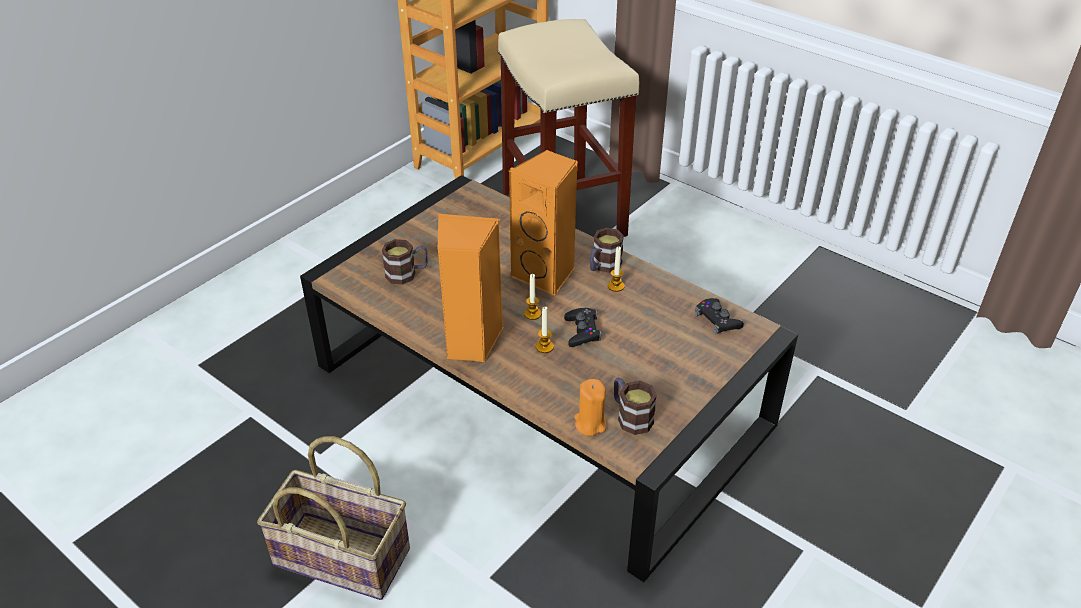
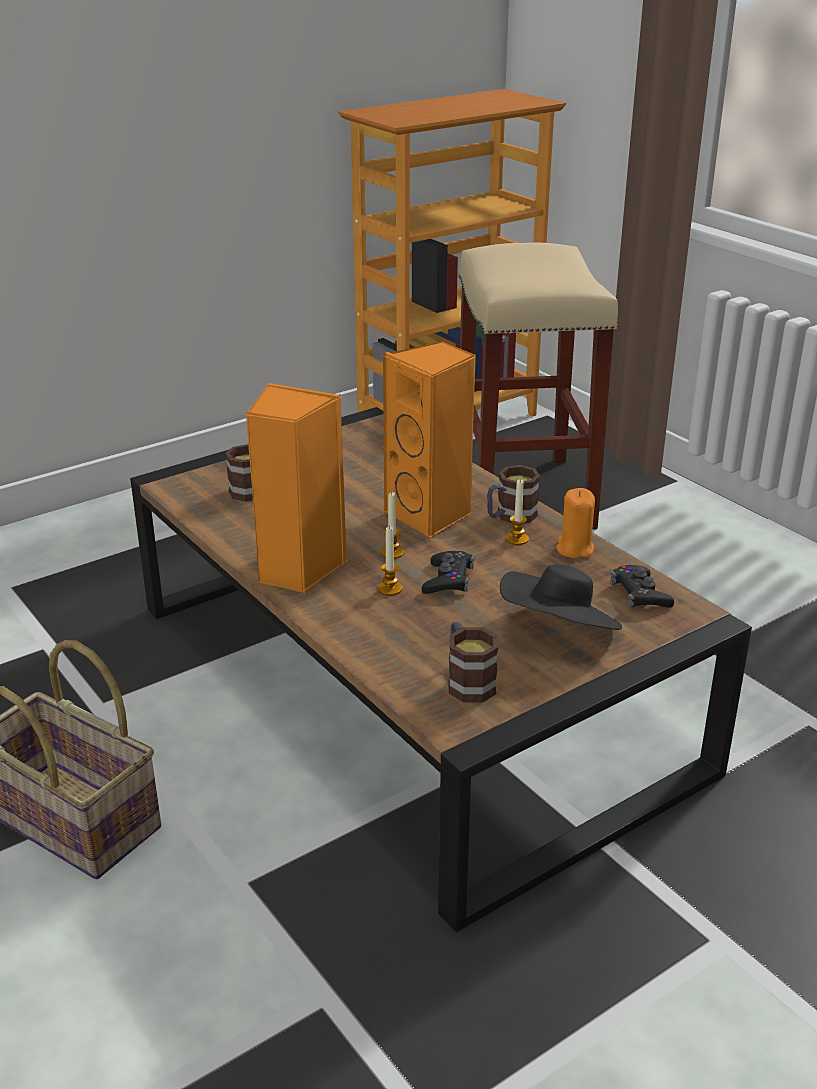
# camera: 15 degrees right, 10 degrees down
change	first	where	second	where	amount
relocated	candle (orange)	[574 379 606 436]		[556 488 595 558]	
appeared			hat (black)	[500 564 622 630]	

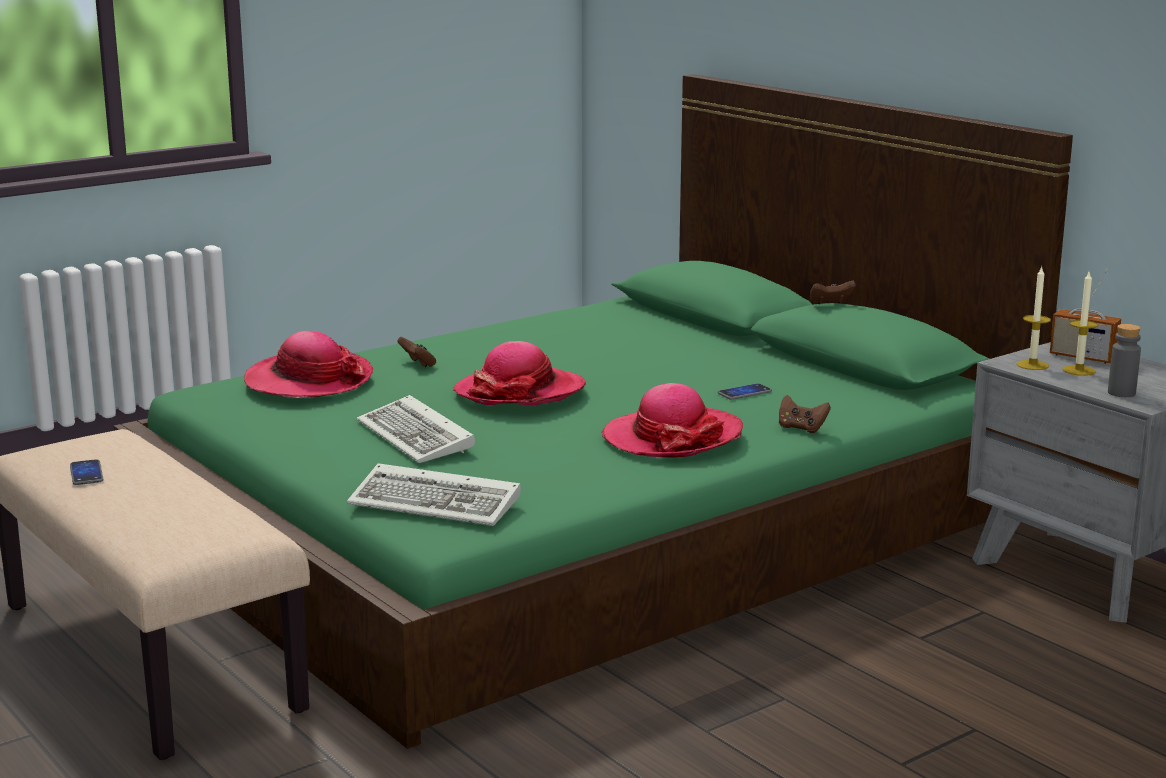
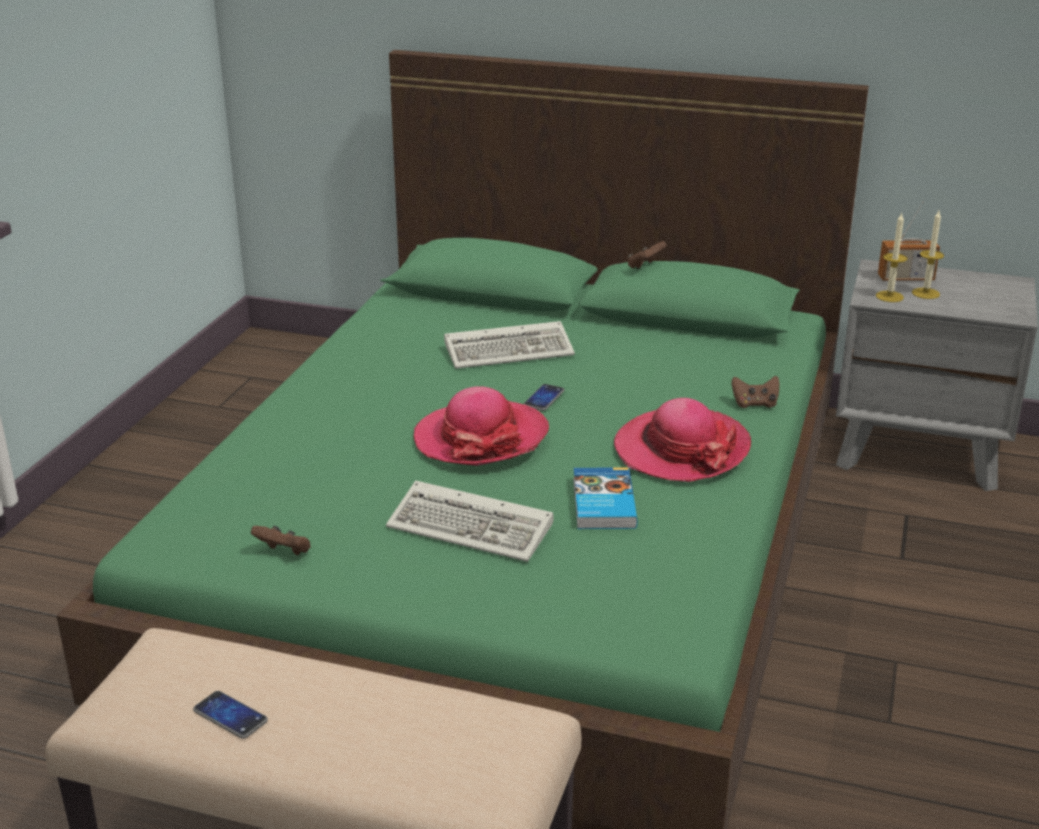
# camera: 35 degrees left, 10 degrees up
change	first	where	second	where	amount
missing	hat	[244 331 373 398]			
relocated	keyboard	[347 463 521 526]		[444 321 575 369]	
relocated	game controller (brown)	[397 337 436 367]		[251 526 311 555]	
relocated	phone	[718 383 772 400]		[524 384 565 411]	
missing	bottle (grey)	[1108 324 1141 397]			
appeared			book	[573 467 638 529]	

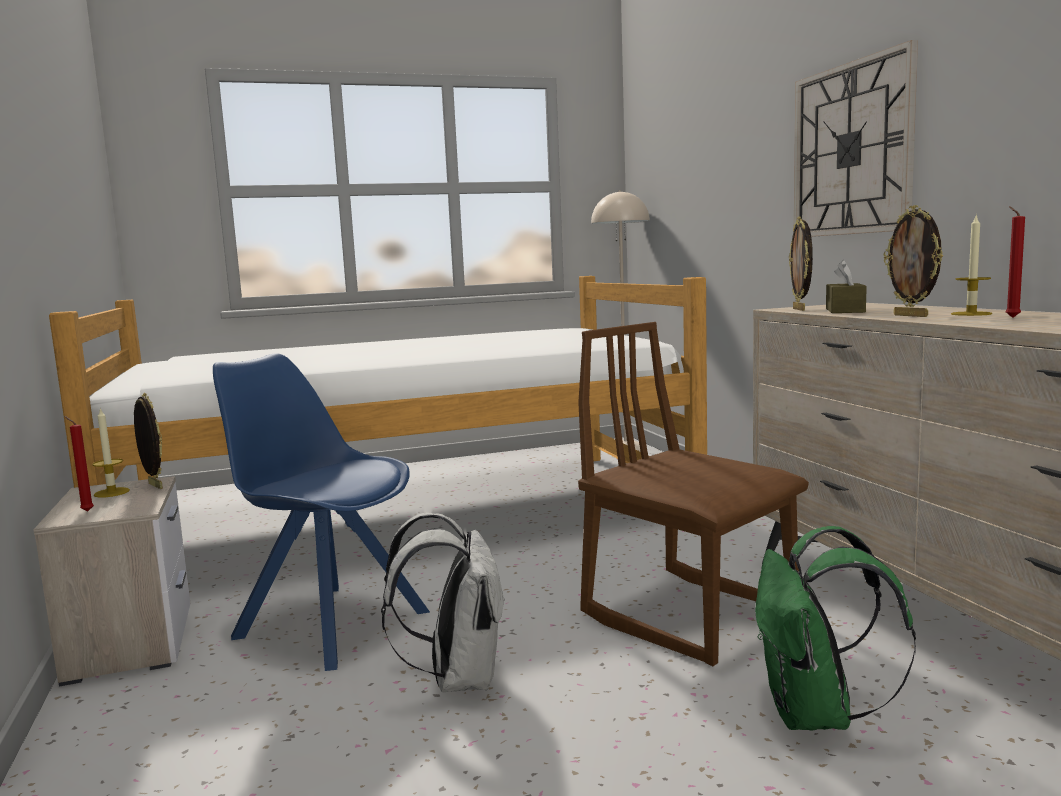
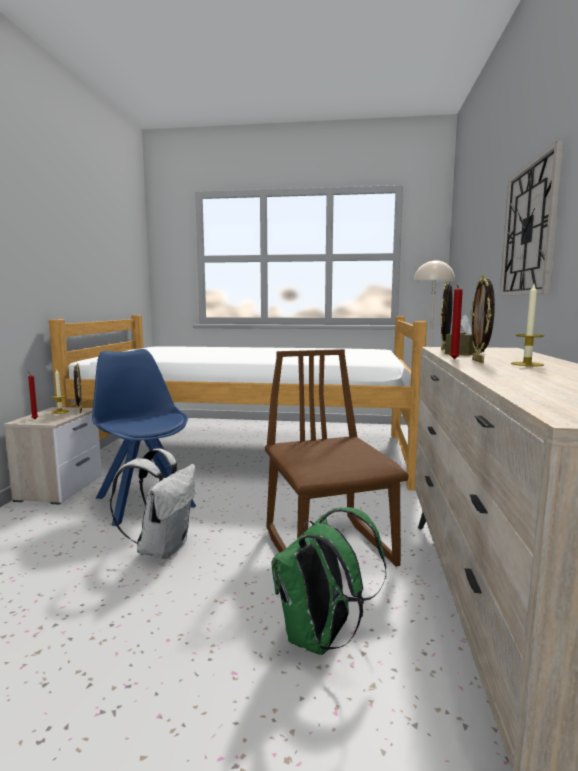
# camera: 25 degrees right, 0 degrees up
change	first	where	second	where	amount
relocated	candle (red)	[1006 206 1025 318]		[450 282 463 359]	

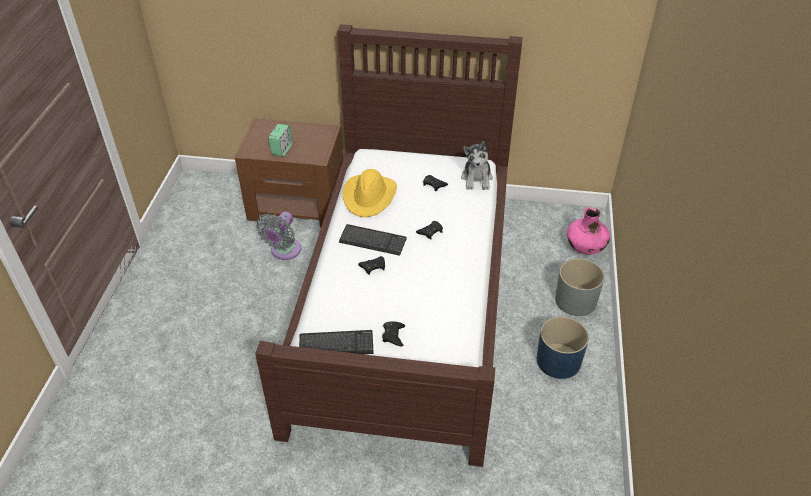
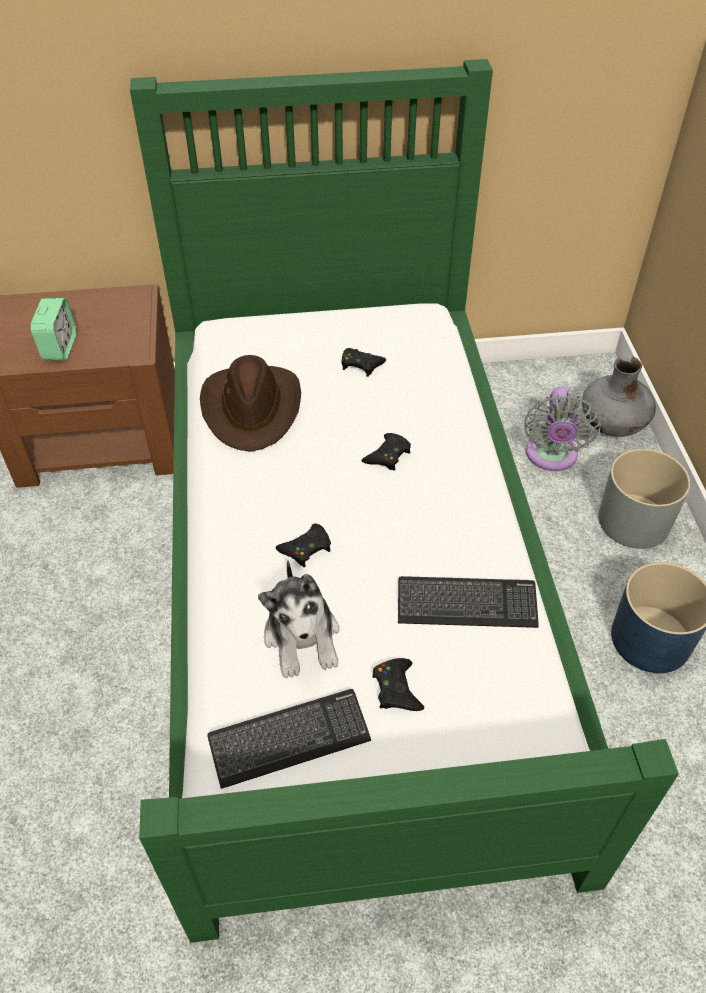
# camera: 15 degrees left, 5 degrees up
change	first	where	second	where	amount
colour	bed (brown)	[255 24 523 467]	bed (green)	[130 59 679 943]	
relocated	fan (grey)	[256 212 301 260]		[524 387 601 471]	
relocated	keyboard	[339 224 407 256]		[398 576 539 628]	
colour	hat (yellow)	[342 169 397 217]	hat (brown)	[200 355 301 452]	
relocated	plush toy	[461 141 493 190]		[258 560 339 679]	
colour	vase (pink)	[567 207 610 255]	vase (grey)	[582 356 656 437]	

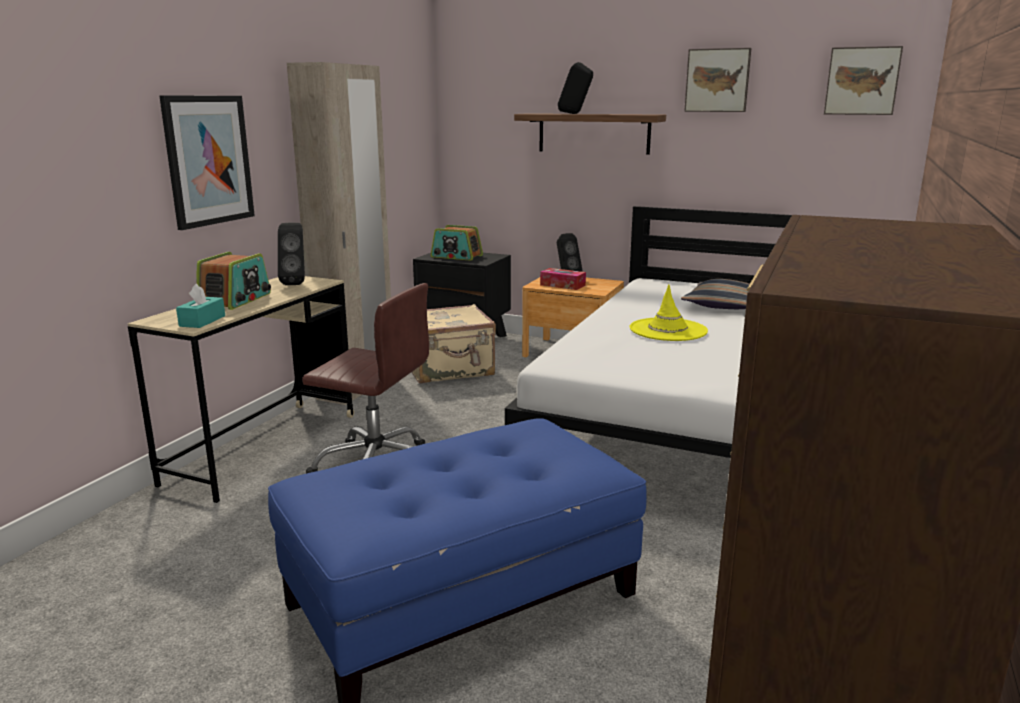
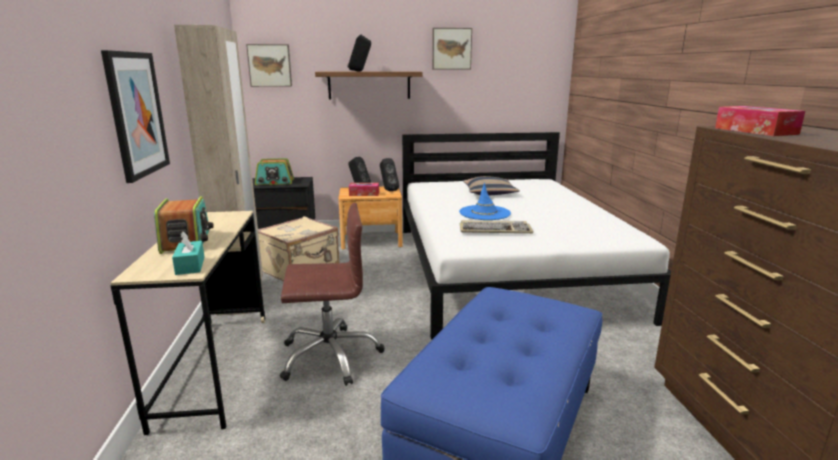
# camera: 30 degrees left, 0 degrees up
change	first	where	second	where	amount
relocated	speaker (black)	[278 222 305 285]		[380 158 399 191]	
colour	hat (yellow)	[630 284 708 341]	hat (blue)	[459 183 511 220]	
relocated	picture	[824 46 903 115]		[246 44 292 87]	
appeared			keyboard	[460 220 533 234]	
appeared			tissue box	[715 106 805 136]	

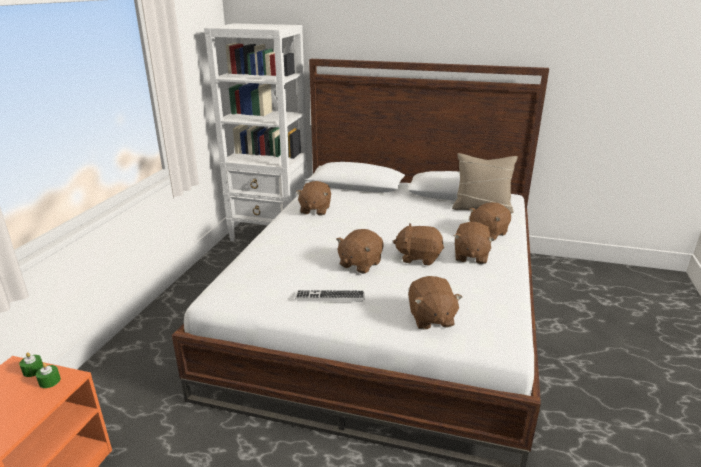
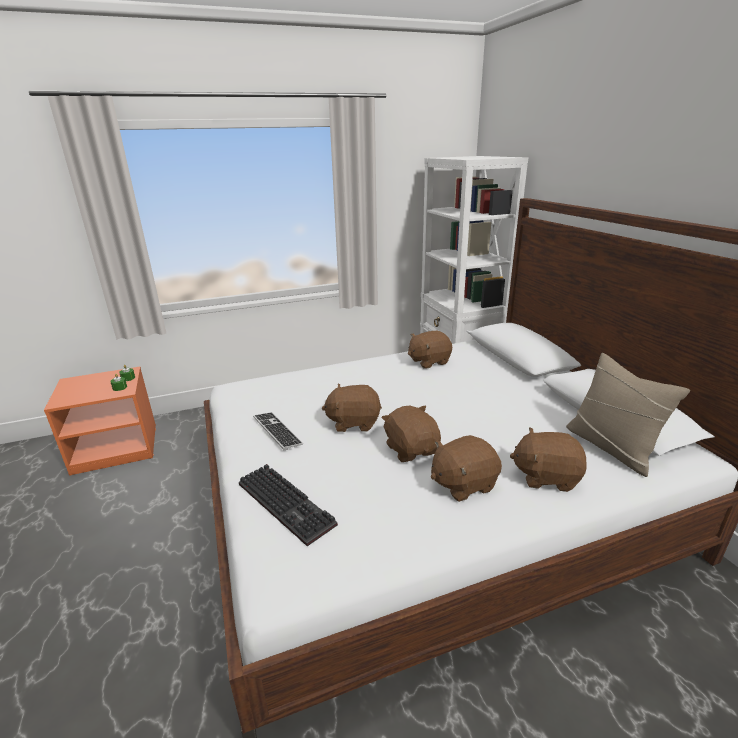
# camera: 55 degrees right, 0 degrees up
change	first	where	second	where	amount
exchanged	plush toy (brown)	[408 276 462 330]	keyboard	[239 464 338 546]	

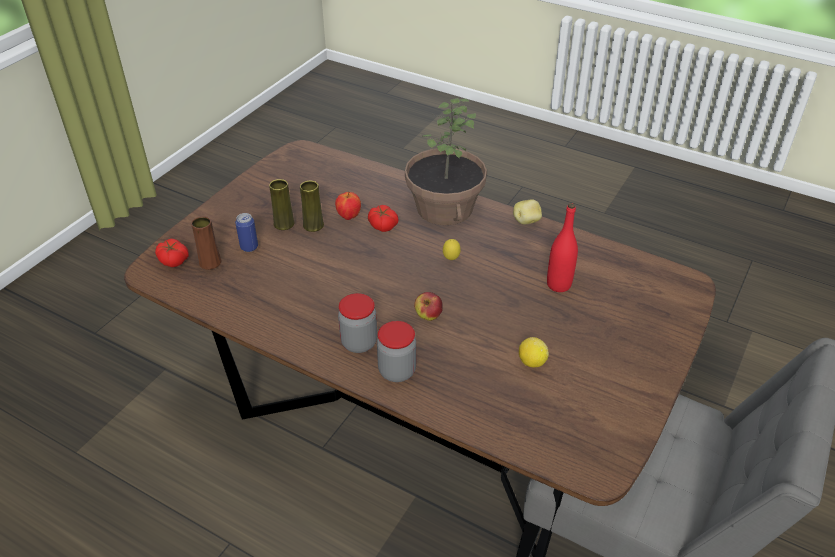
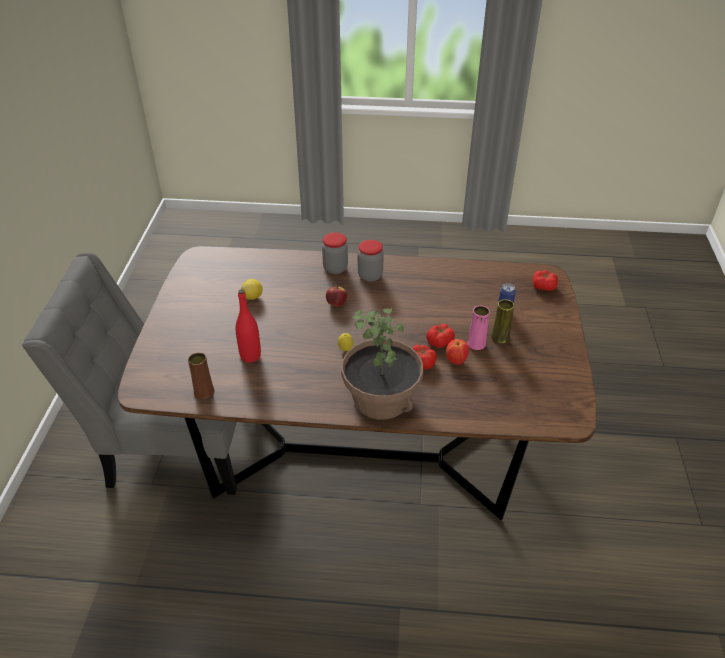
# camera: 155 degrees right, 0 degrees up
change	first	where	second	where	amount
relocated	vase (brown)	[191 216 221 270]		[188 353 214 399]	
colour	vase (yellow)	[300 180 324 232]	vase (pink)	[467 306 490 350]	
missing	potato	[513 199 542 225]			
appeared			tomato	[426 324 455 348]	

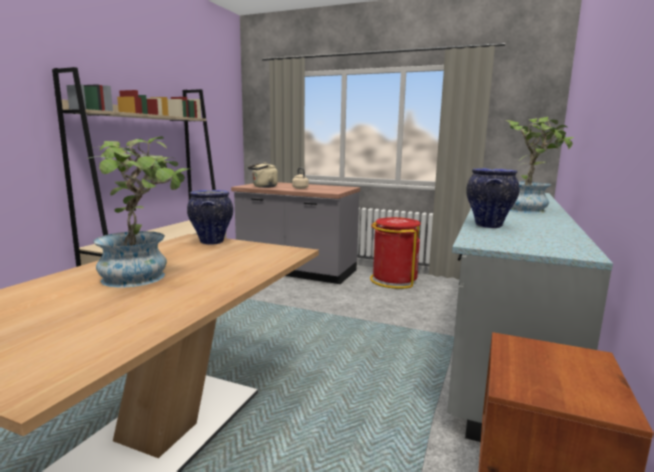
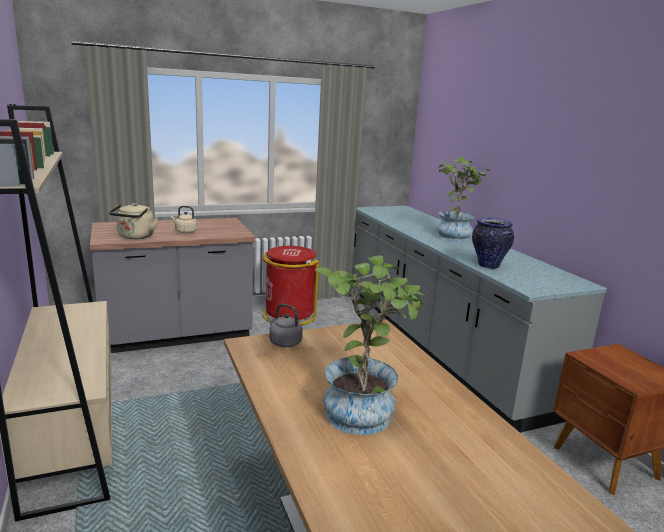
# camera: 45 degrees left, 5 degrees up
change	first	where	second	where	amount
exchanged	vase	[187 190 233 245]	kettle (grey)	[267 304 303 347]	

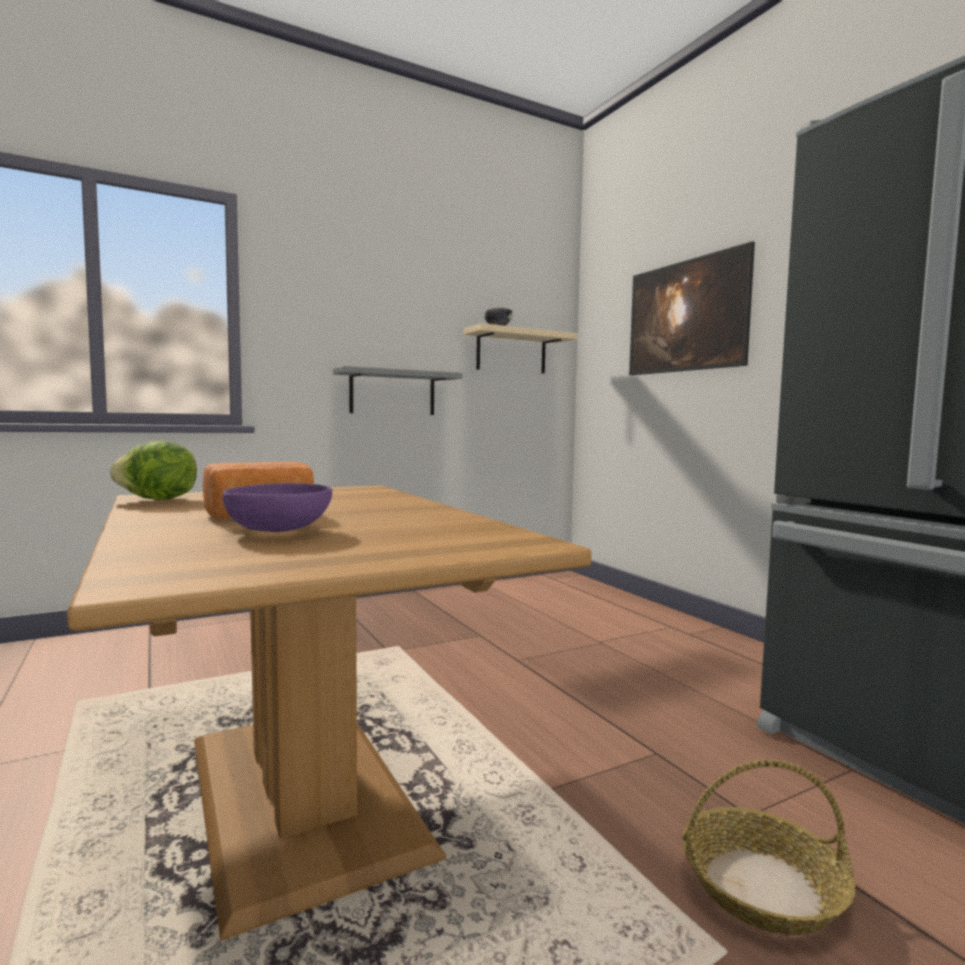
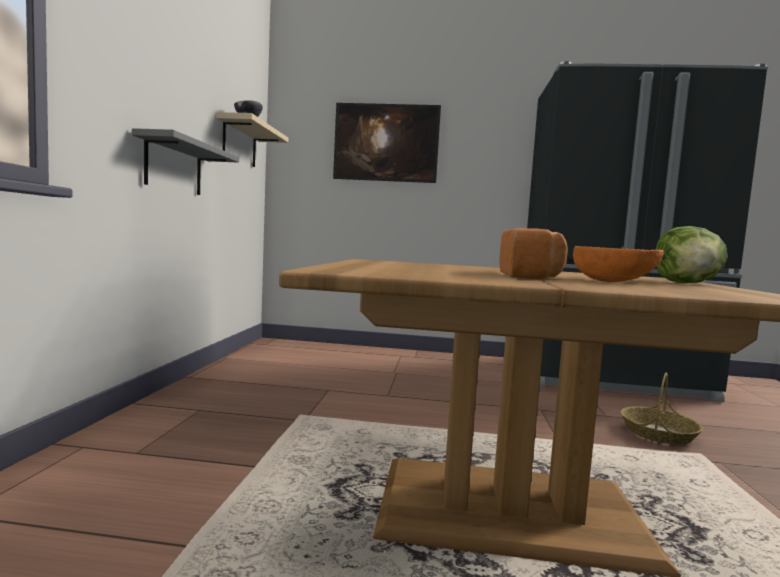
# camera: 55 degrees left, 0 degrees up
change	first	where	second	where	amount
relocated	lettuce	[110 441 197 500]		[656 226 728 284]	
colour	bowl (purple)	[222 483 332 532]	bowl (orange)	[573 246 664 282]	

